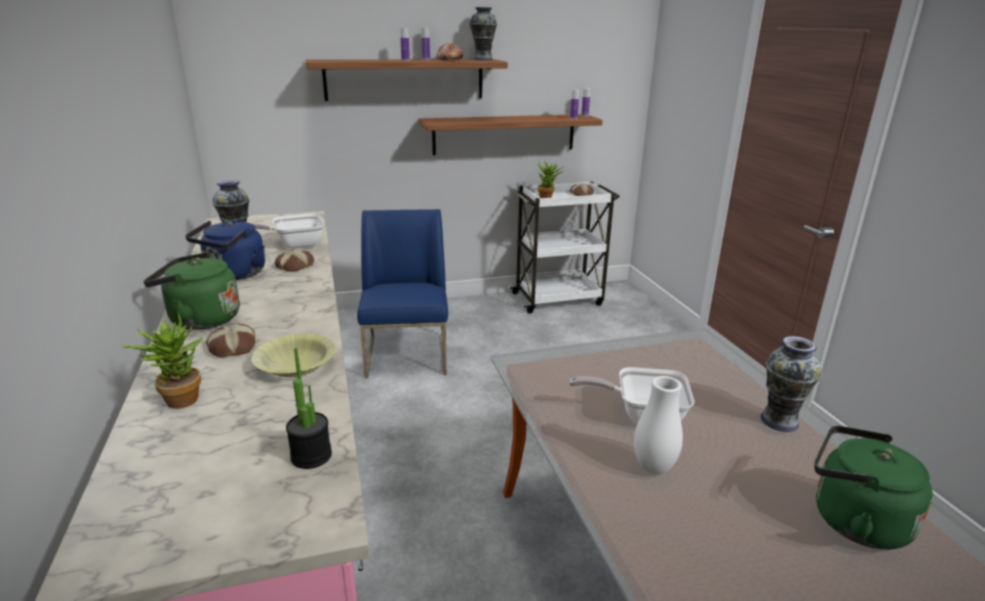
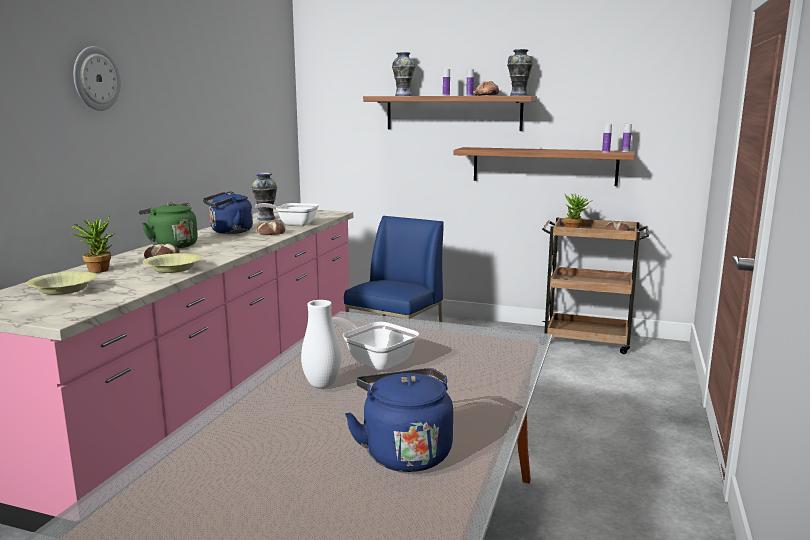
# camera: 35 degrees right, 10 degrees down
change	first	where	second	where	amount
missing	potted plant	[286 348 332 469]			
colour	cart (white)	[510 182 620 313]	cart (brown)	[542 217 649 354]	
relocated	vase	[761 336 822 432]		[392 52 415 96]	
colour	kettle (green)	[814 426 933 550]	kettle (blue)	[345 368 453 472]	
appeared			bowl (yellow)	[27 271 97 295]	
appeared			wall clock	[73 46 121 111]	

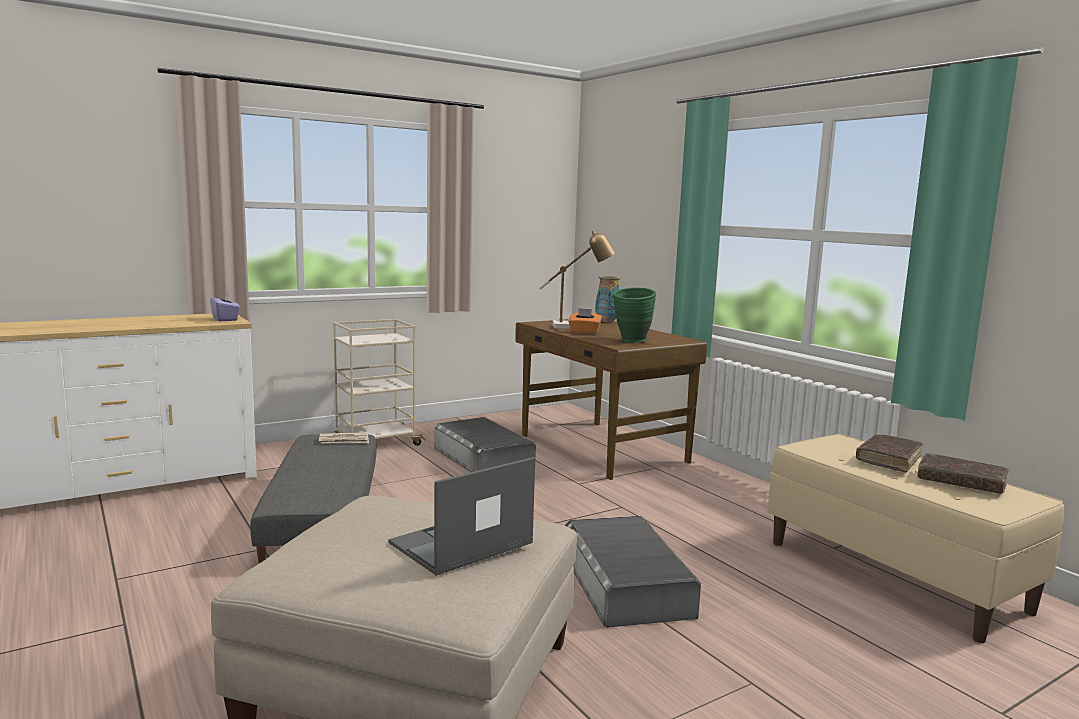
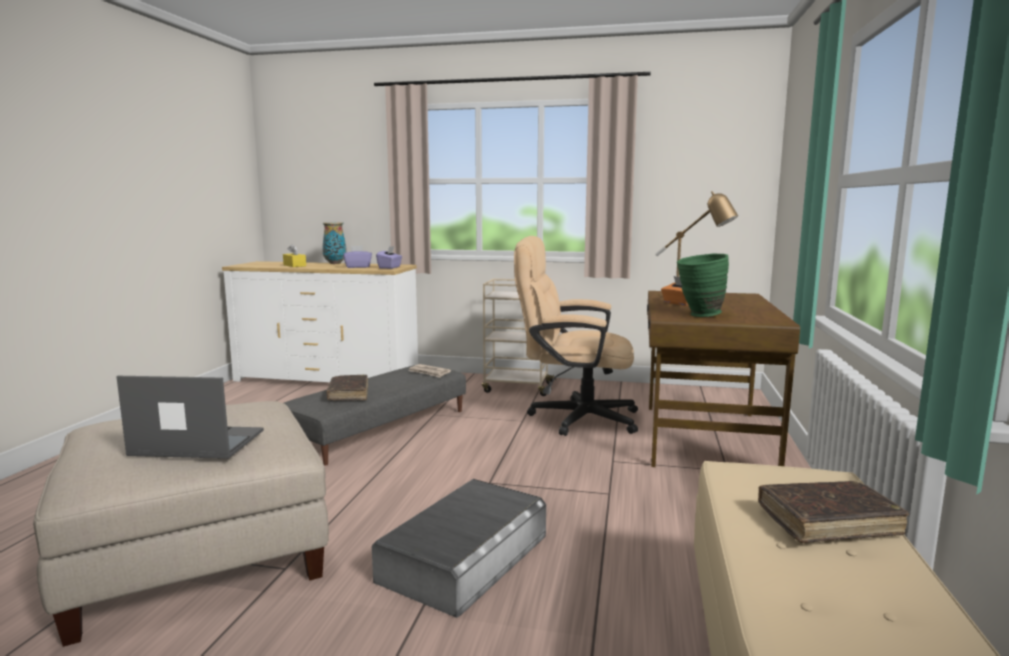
# camera: 45 degrees right, 0 degrees up
change	first	where	second	where	amount
exchanged	storage box (grey)	[434 417 536 472]	office chair (beige)	[514 236 638 436]	
relocated	vase	[595 276 620 322]		[322 222 346 264]	
relocated	book (brown)	[917 453 1009 494]		[327 375 368 401]	
appeared			tissue box (yellow)	[283 244 306 267]	
appeared			tissue box (purple)	[343 245 372 268]	

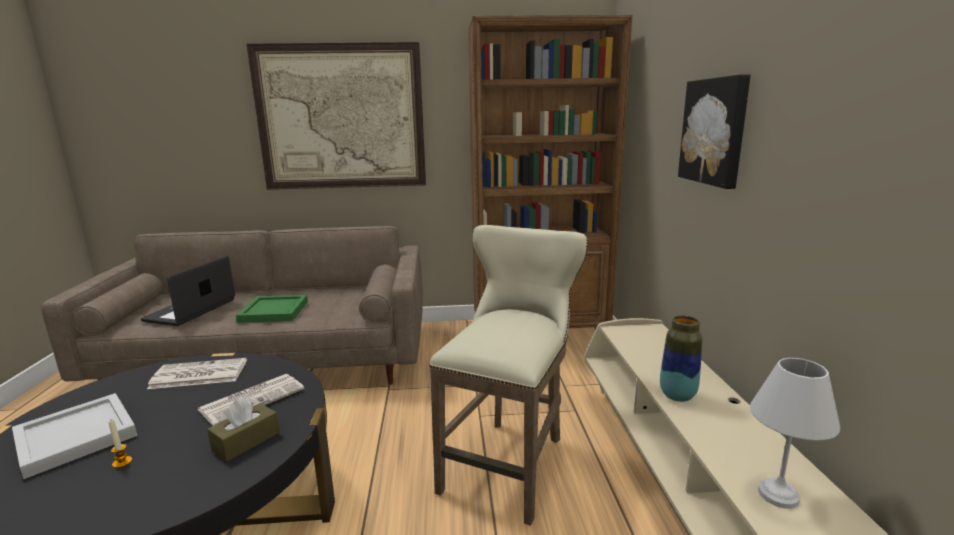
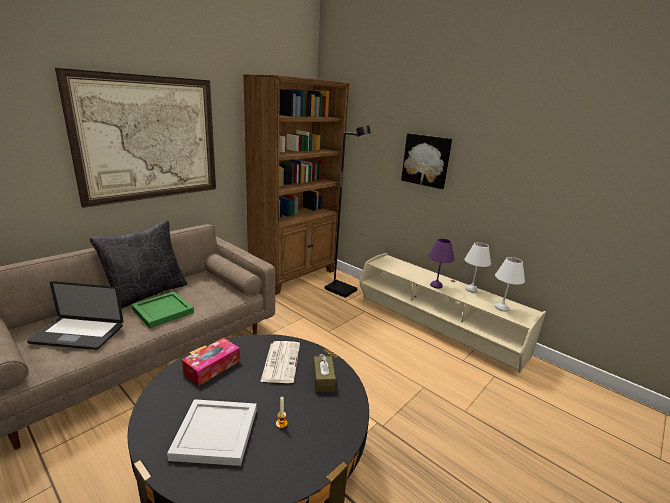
# camera: 45 degrees left, 5 degrees up
change	first	where	second	where	amount
spun	laptop	[141 256 235 326]		[27 281 123 350]	60 degrees counterclockwise
exchanged	newspaper	[147 358 247 389]	tissue box	[182 338 240 386]	
missing	stool (beige)	[429 225 588 526]			
exchanged	vase	[660 315 702 402]	table lamp (purple)	[429 239 454 289]	
appeared			pillow (black)	[89 221 187 309]	
appeared			floor lamp (black)	[325 125 371 298]	
appeared			table lamp (white)	[465 242 491 293]	

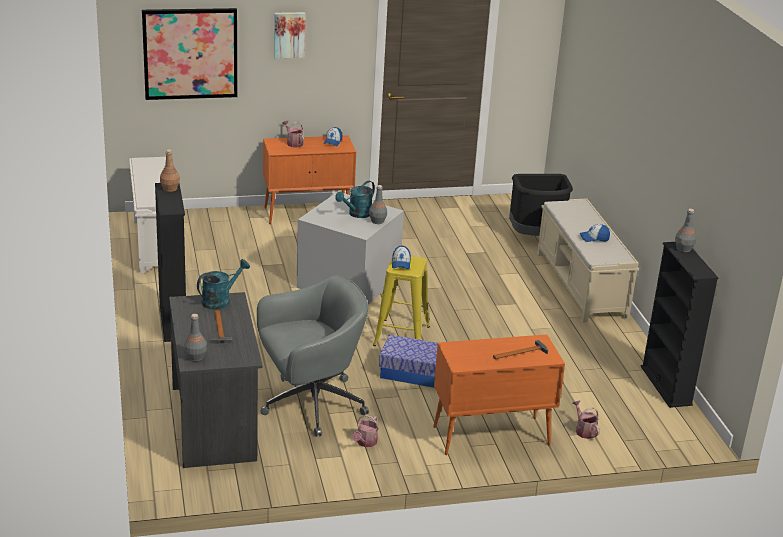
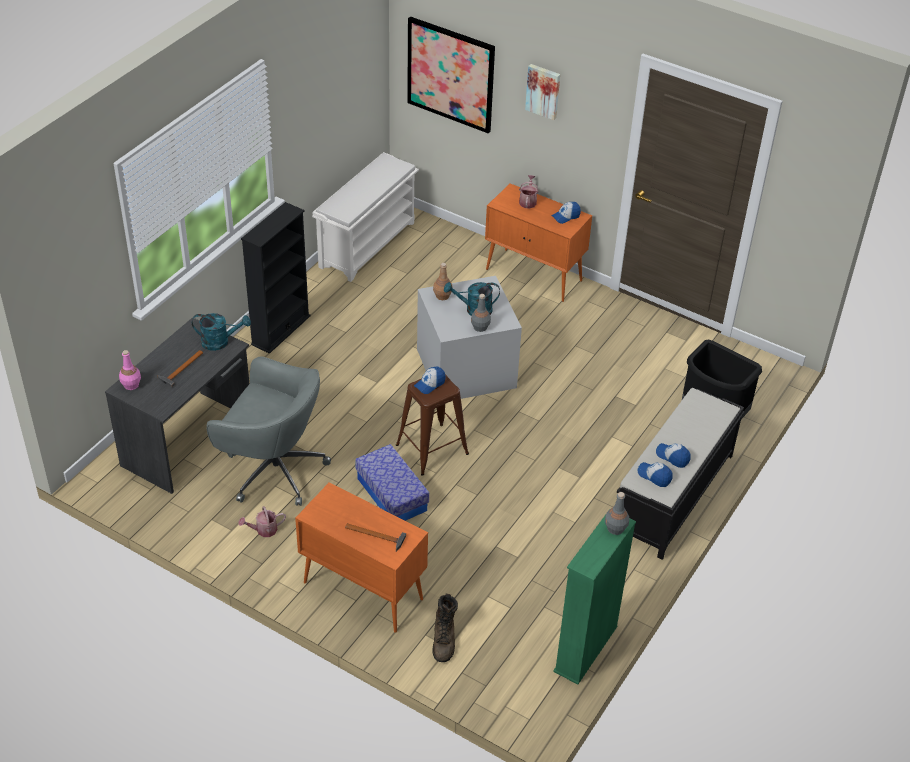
# camera: 45 degrees right, 15 degrees up
change	first	where	second	where	amount
relocated	bottle (brown)	[160 149 180 192]		[433 263 452 300]	
colour	bottle (grey)	[184 314 207 362]	bottle (pink)	[119 350 141 390]	
colour	stool (yellow)	[373 256 430 346]	stool (brown)	[396 374 469 476]	
colour	bench (beige)	[537 199 639 323]	bench (black)	[617 388 745 560]	
exchanged	watering can	[572 400 599 439]	boot (brown)	[432 594 458 662]	
colour	bookcase (black)	[641 242 718 408]	bookcase (green)	[553 509 636 685]	
appeared			cap	[637 462 673 487]	

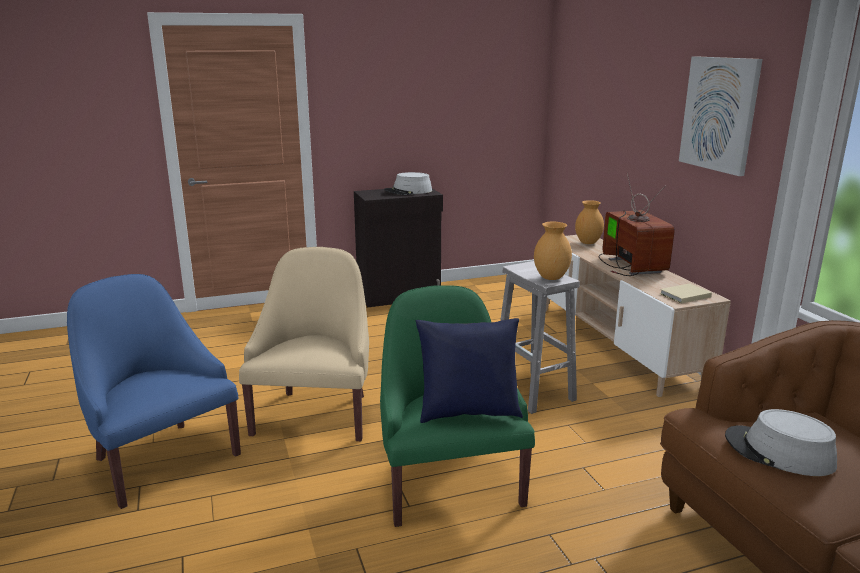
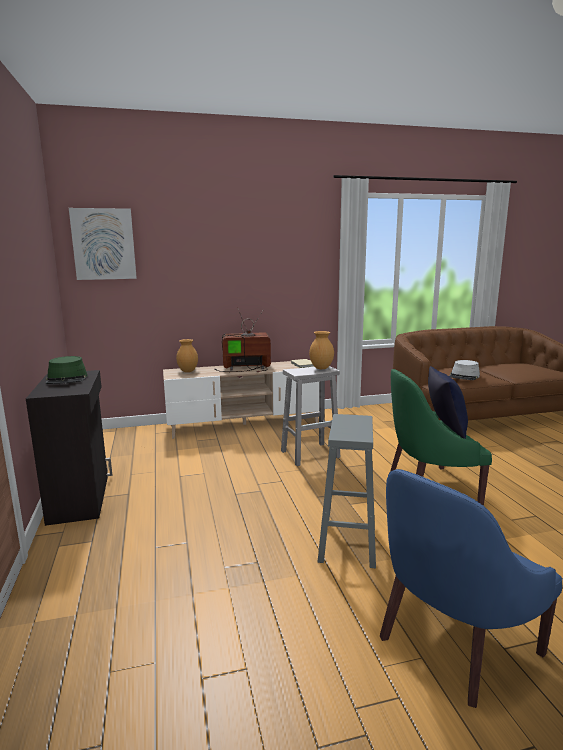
# camera: 85 degrees left, 5 degrees down
change	first	where	second	where	amount
exchanged	armchair (beige)	[239 247 369 441]	stool (grey)	[318 414 376 568]	
colour	hat (grey)	[384 172 432 195]	hat (green)	[46 356 87 384]	
relocated	picture	[679 56 763 176]		[69 208 137 280]	

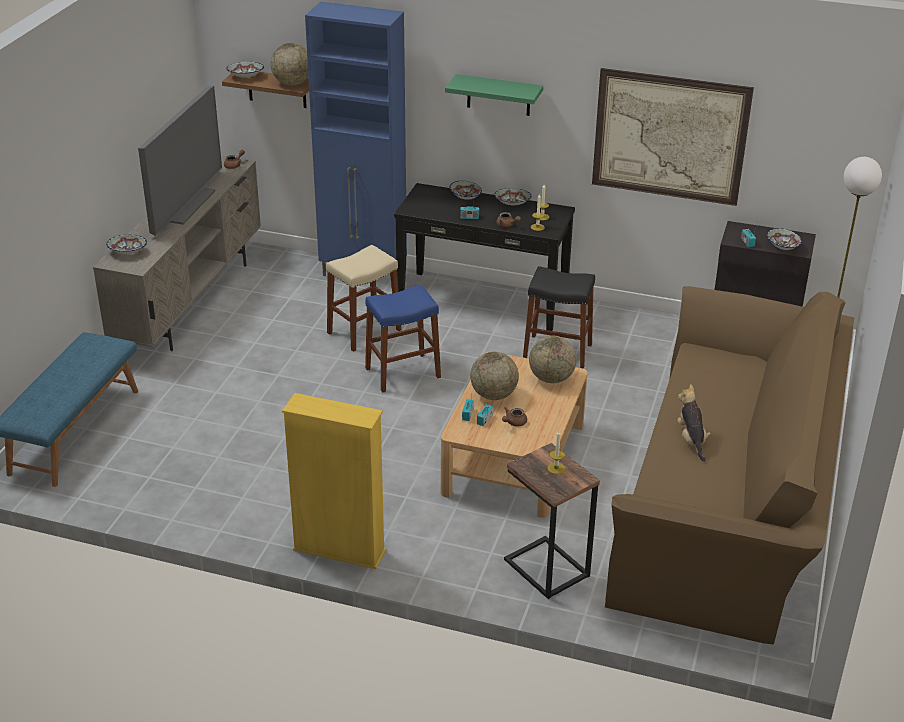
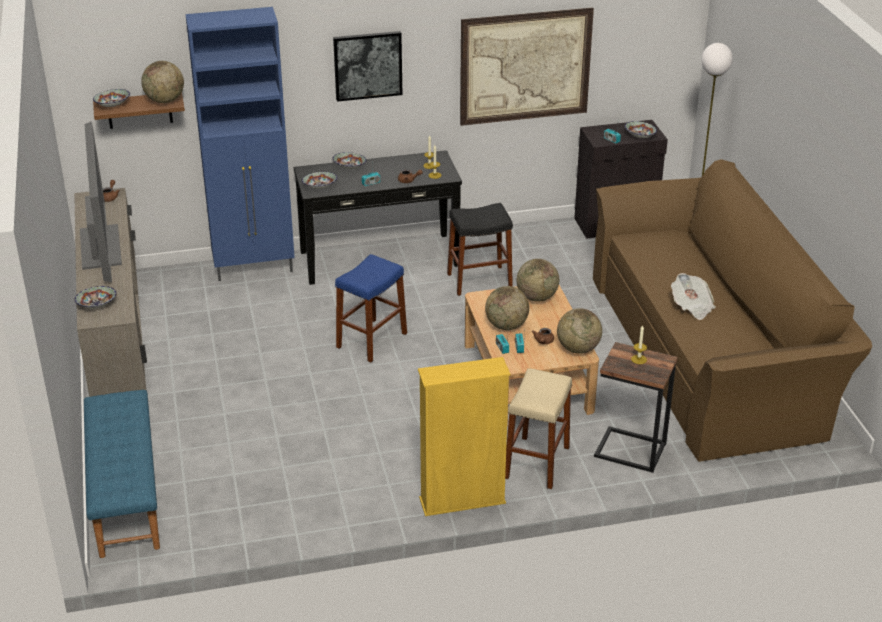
# camera: 30 degrees left, 0 degrees up
change	first	where	second	where	amount
relocated	stool (beige)	[326 245 401 352]		[505 368 572 489]	
exchanged	shelf (green)	[445 74 543 116]	picture	[333 31 402 102]	
relocated	bowl	[494 188 532 205]		[302 172 338 189]	
exchanged	plush toy	[677 384 711 462]	newspaper	[671 273 716 320]	
appeared			globe	[557 308 602 354]	

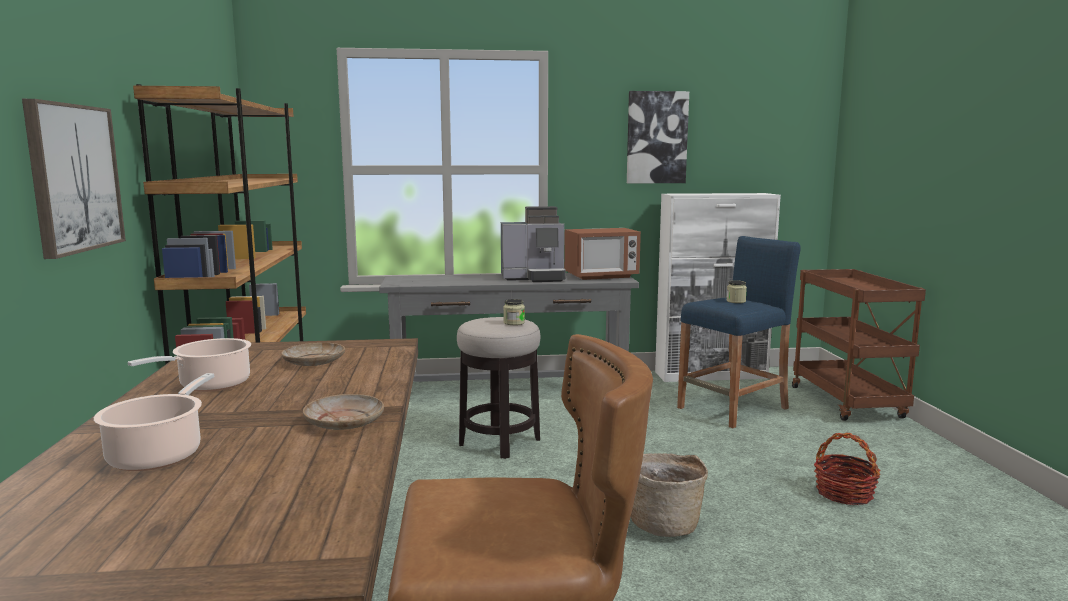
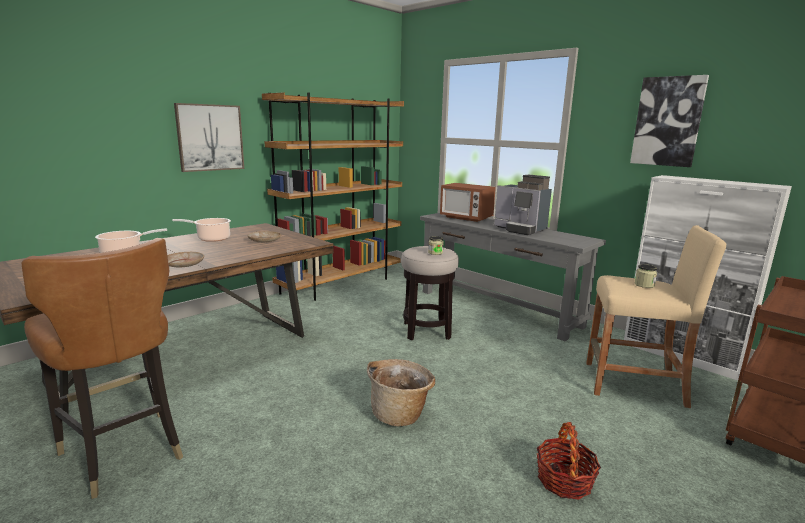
# camera: 50 degrees right, 5 degrees up
change	first	where	second	where	amount
relocated	microwave	[564 228 641 280]		[440 183 496 222]	
colour	stool (blue)	[677 236 801 428]	stool (beige)	[586 225 726 408]	

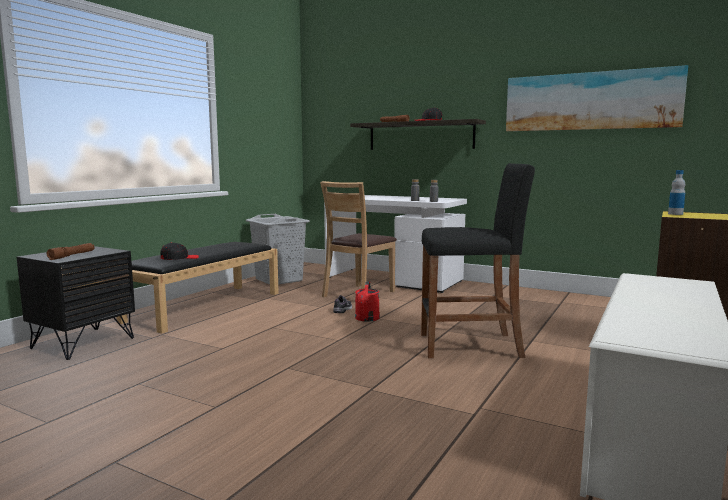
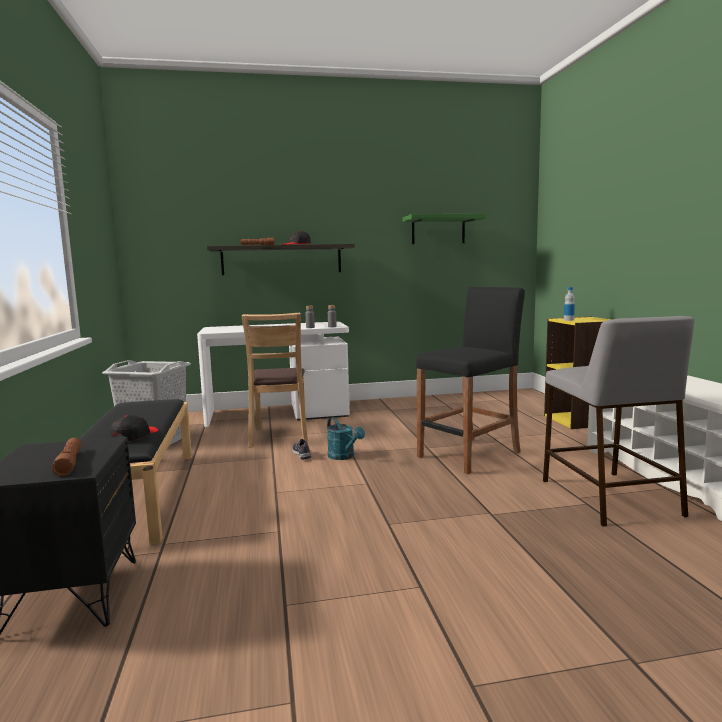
# camera: 40 degrees left, 0 degrees up
change	first	where	second	where	amount
colour	watering can (red)	[355 281 380 322]	watering can (turquoise)	[327 417 365 460]	
exchanged	picture	[506 65 688 131]	shelf (green)	[402 214 487 244]	
appeared			stool (grey)	[543 316 694 527]	

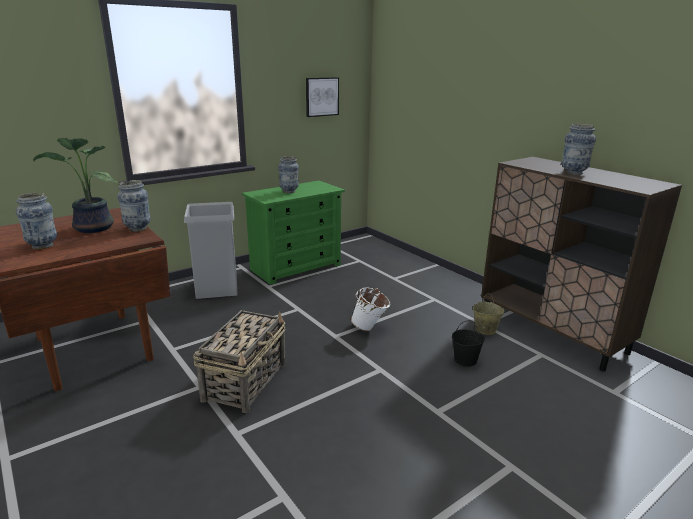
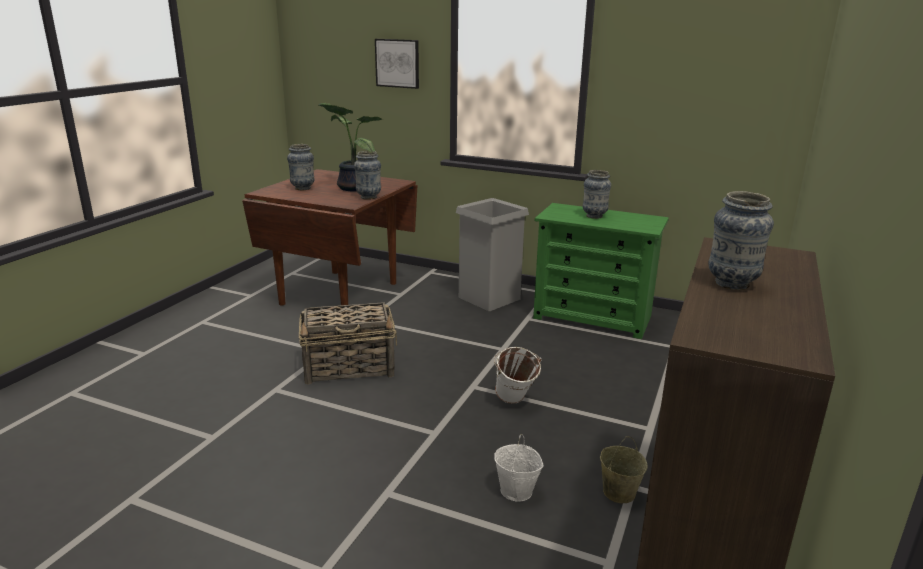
# camera: 60 degrees right, 0 degrees up
change	first	where	second	where	amount
relocated	picture	[306 77 339 117]		[375 39 419 89]	
colour	bucket (black)	[452 320 485 367]	bucket (white)	[494 434 543 502]	

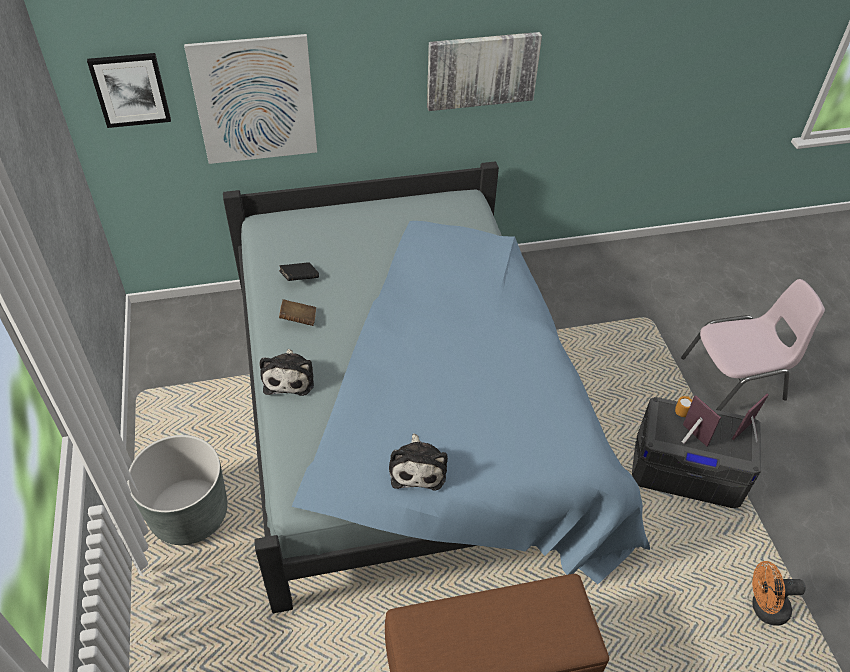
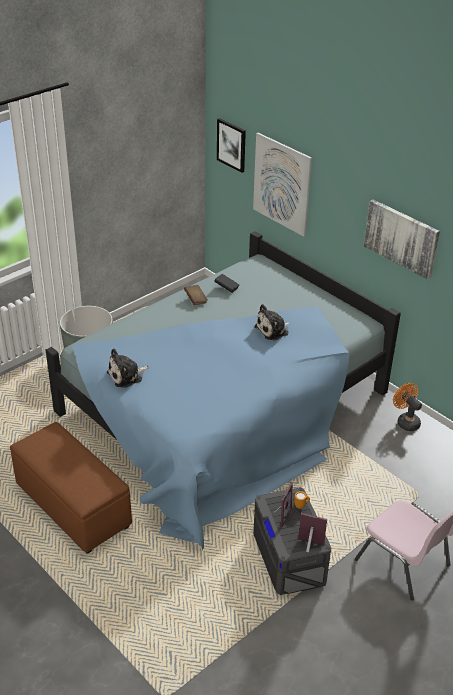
# camera: 60 degrees right, 10 degrees down
change	first	where	second	where	amount
relocated	plush toy	[259 349 314 396]		[254 304 289 340]	
relocated	fan (orange)	[752 561 806 626]		[393 383 422 431]	

